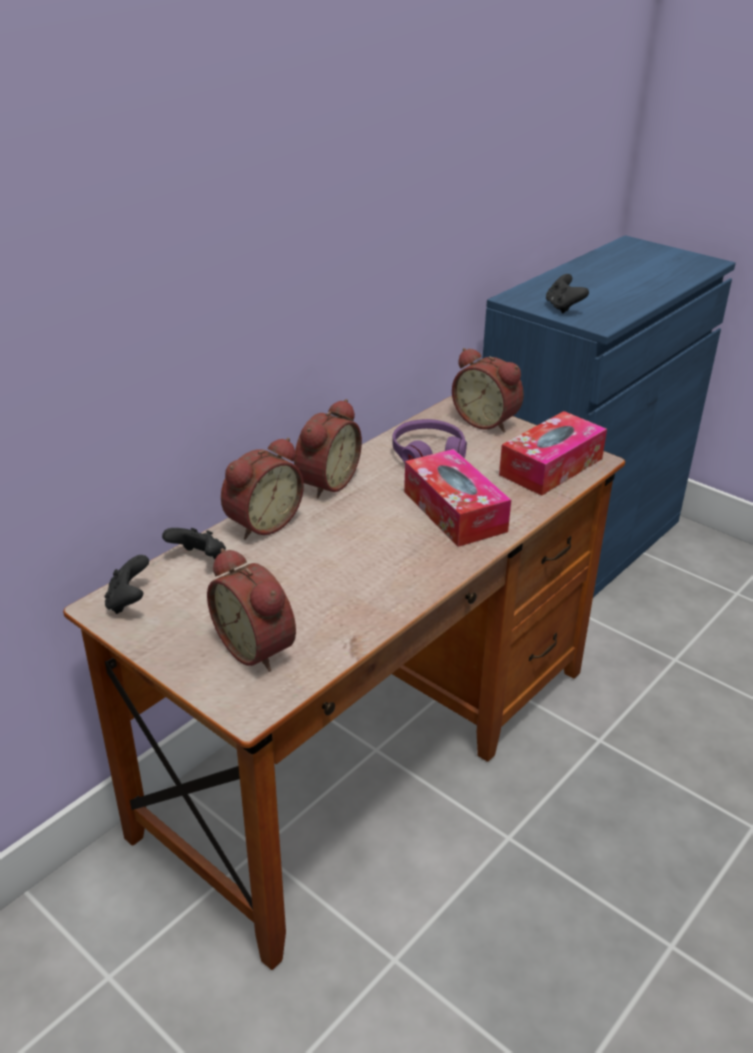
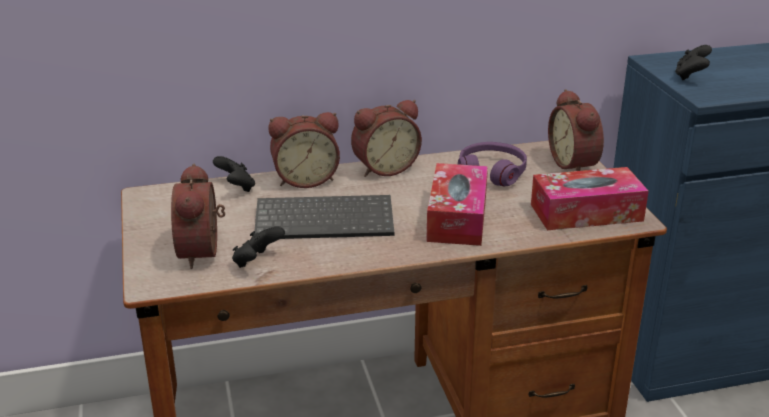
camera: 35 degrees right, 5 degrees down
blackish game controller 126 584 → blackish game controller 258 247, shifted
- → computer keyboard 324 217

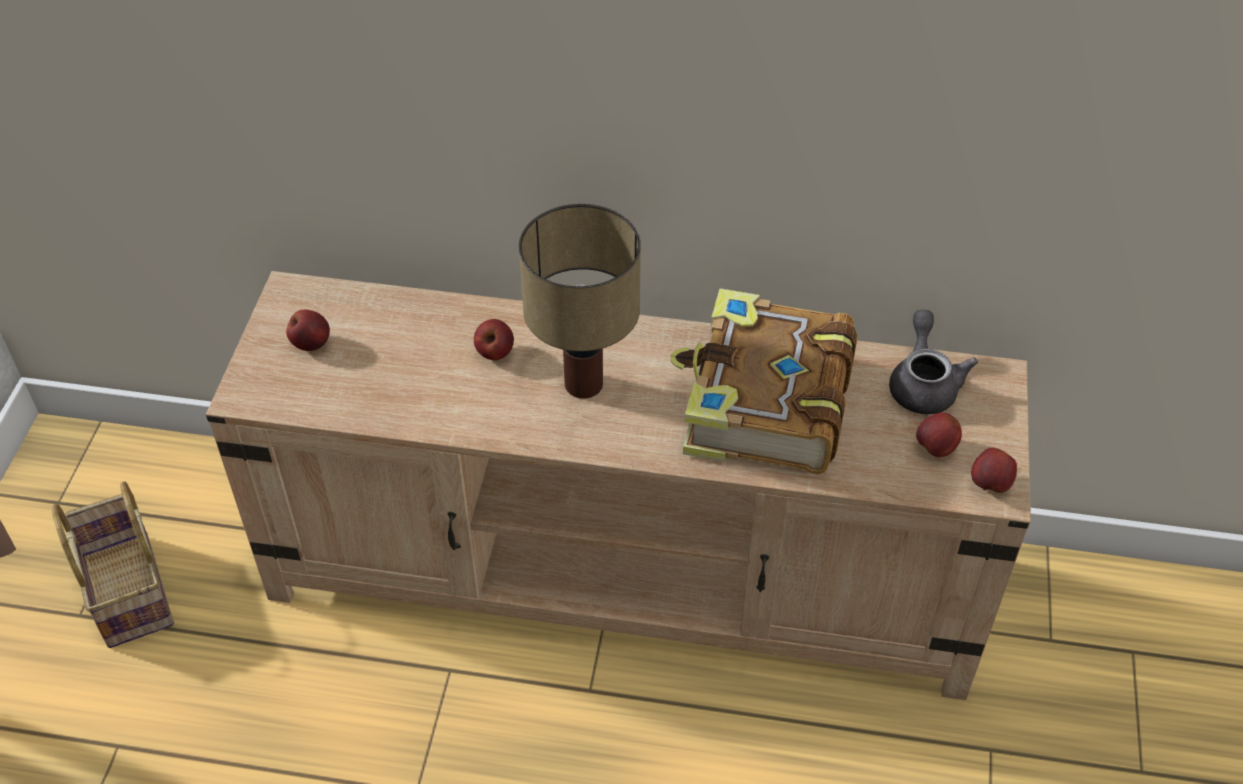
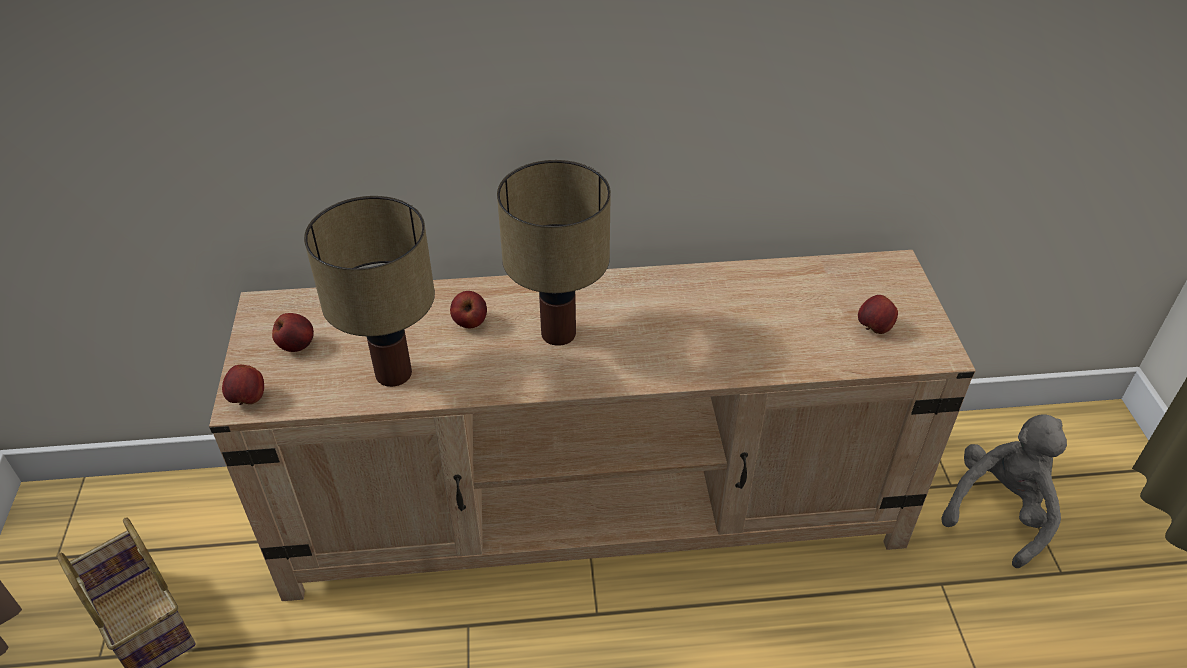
camera: 15 degrees left, 5 degrees down
book 763 381 → -
gray tea pot 933 362 → -
apple 994 470 → apple 243 384, shifted
- → table lamp 369 291
- → gray soft toy 1004 491

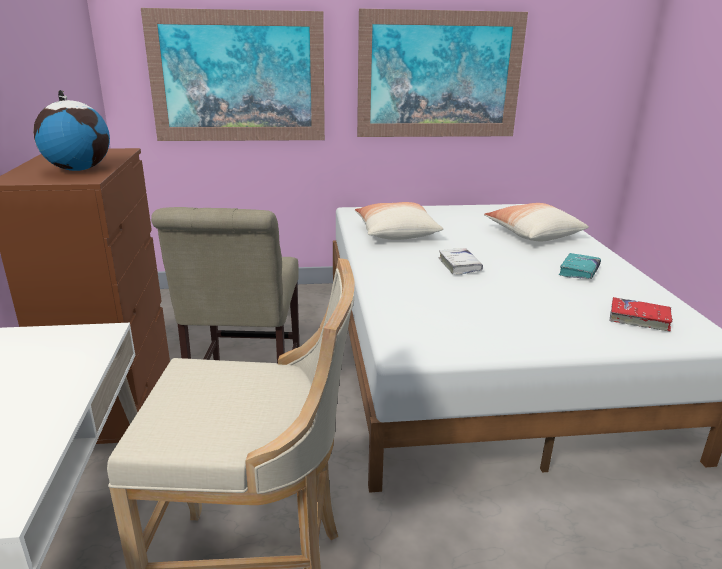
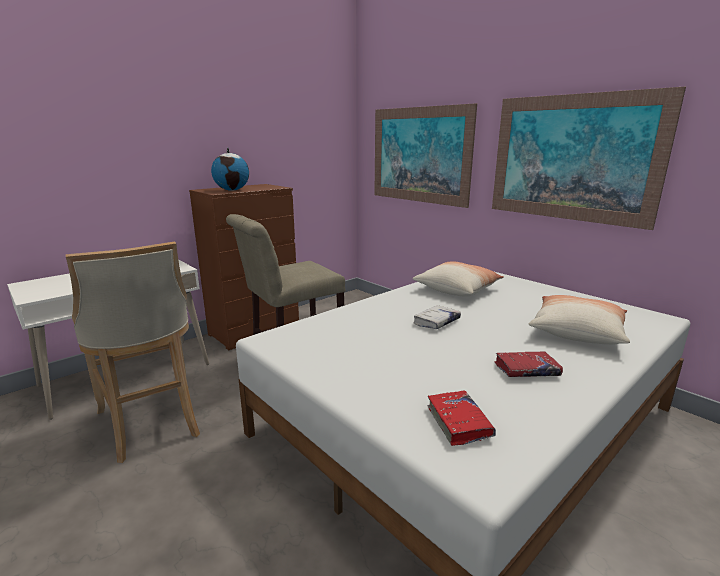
camera: 55 degrees right, 5 degrees down
turquoise-coloured book 580 266 → red-coloured book 528 364

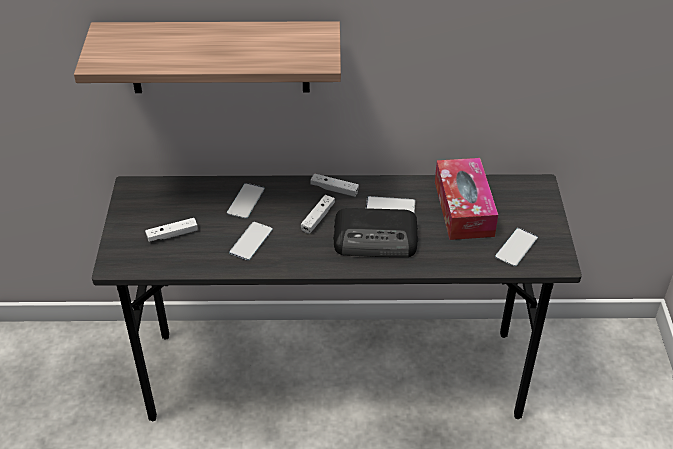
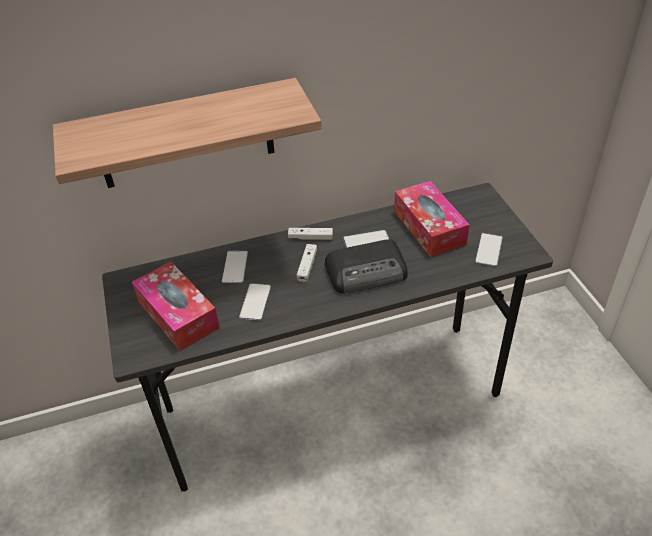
camera: 15 degrees left, 0 degrees up
white game controller 171 230 → tissue holder 176 306

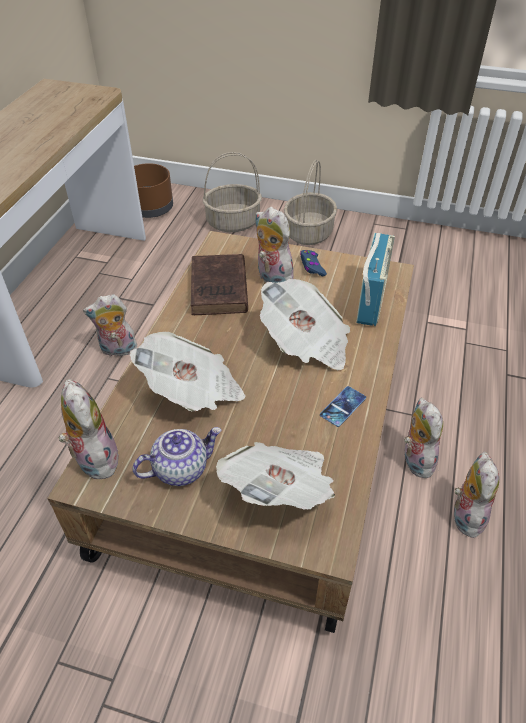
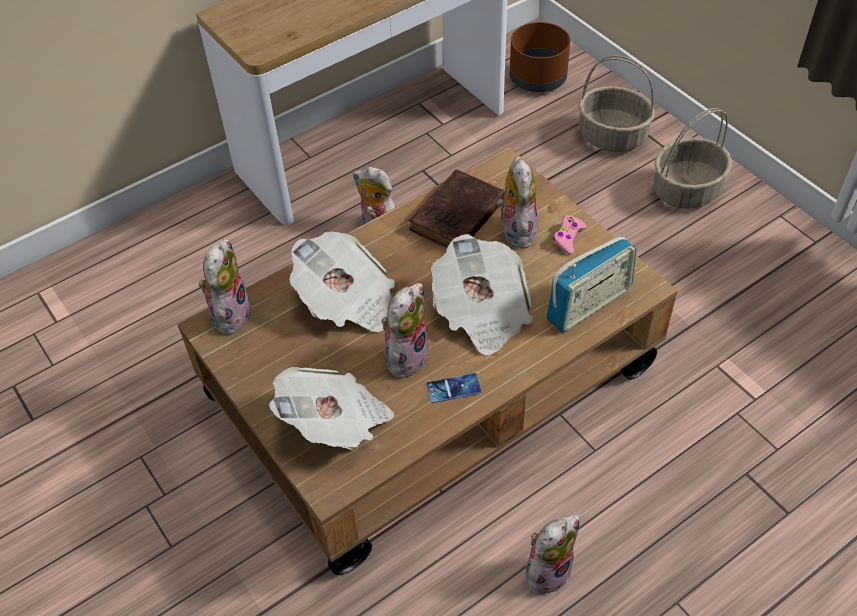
camera: 40 degrees right, 5 degrees up
tea pot 177 456 → -
blue game controller 313 263 → pink game controller 570 234
soft toy 423 438 → soft toy 405 330, shifted

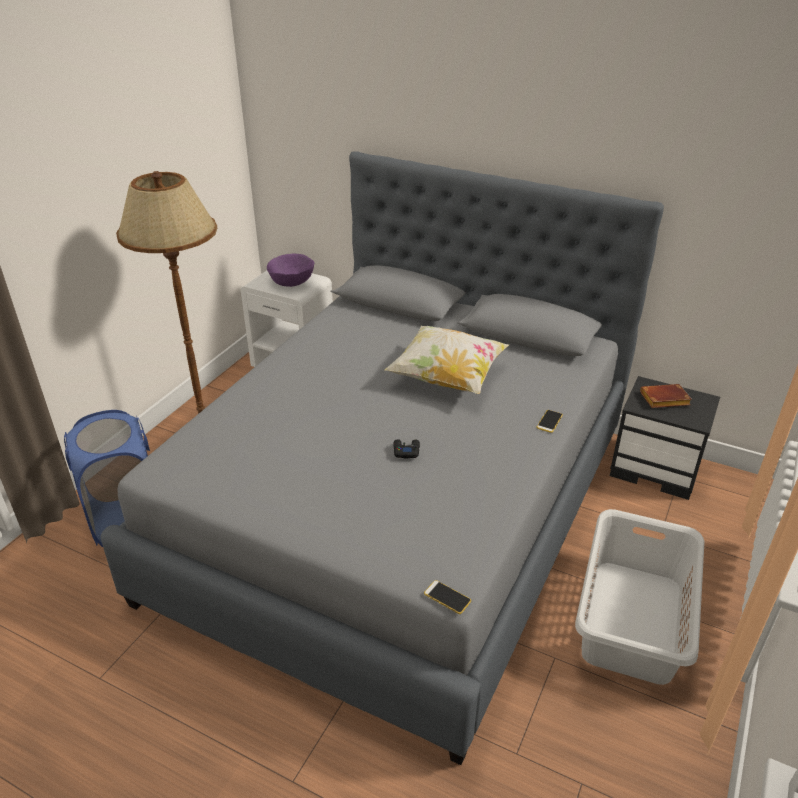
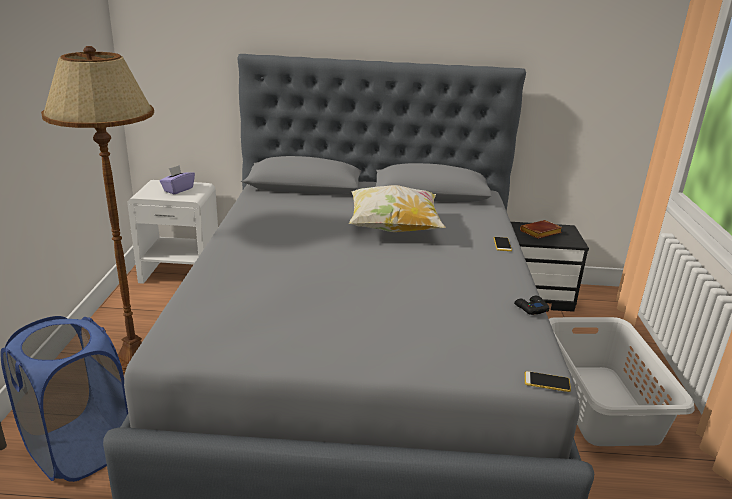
camera: 25 degrees left, 10 degrees down
purple bowl 290 270 → purple tissue holder 177 179
blackish game controller 406 449 → blackish game controller 531 305, shifted

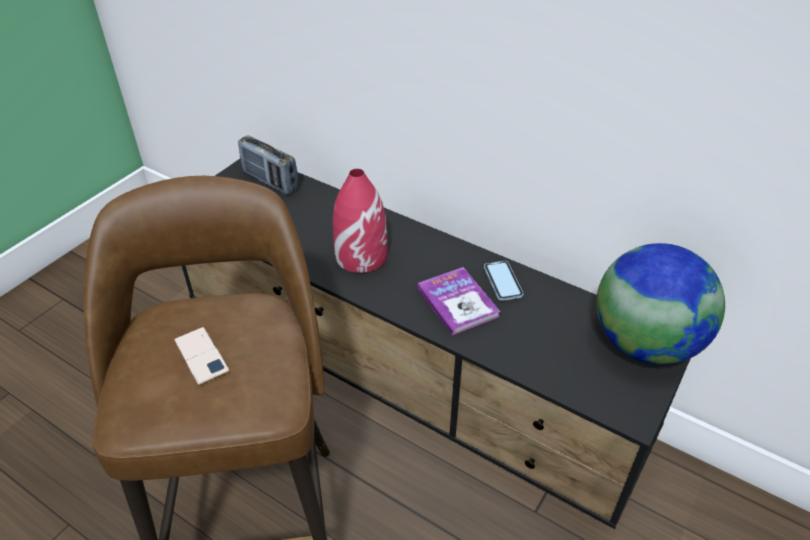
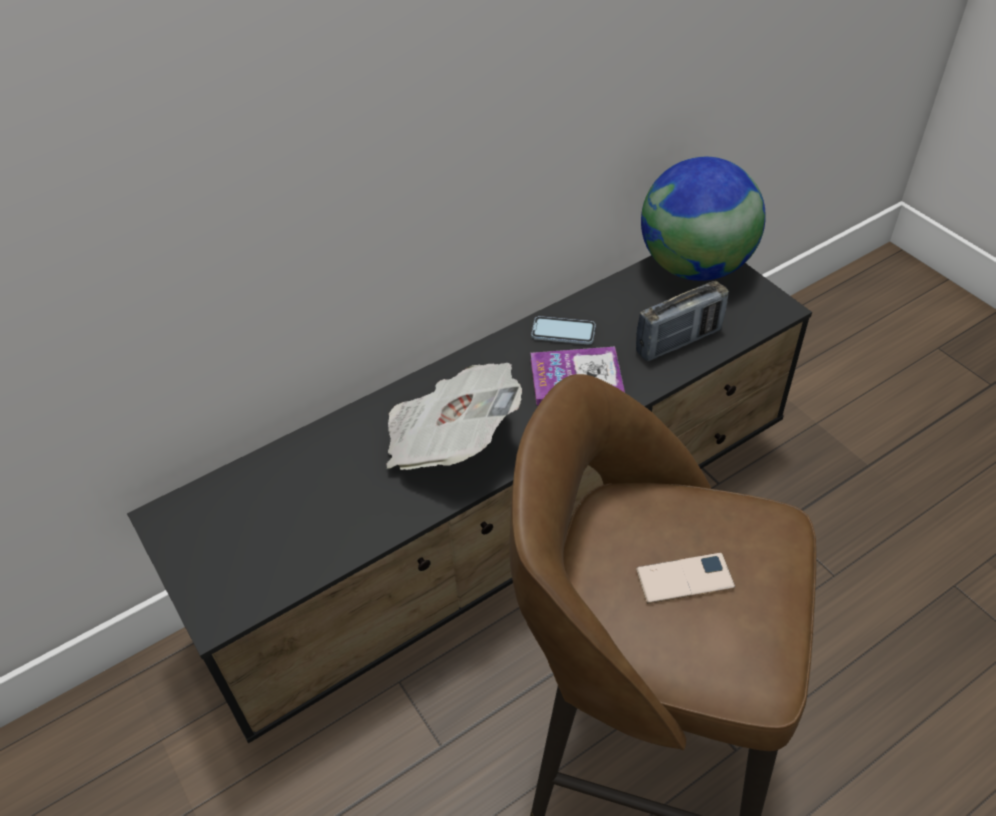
camera: 65 degrees left, 5 degrees up
radio receiver 268 165 → radio receiver 682 321, shifted
red-coloured flower vase 360 221 → daily paper 454 416

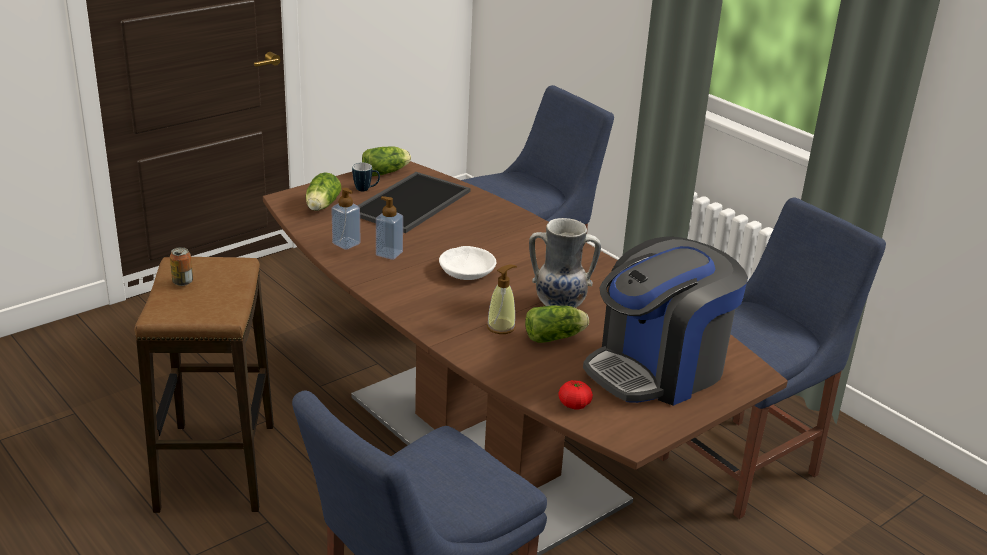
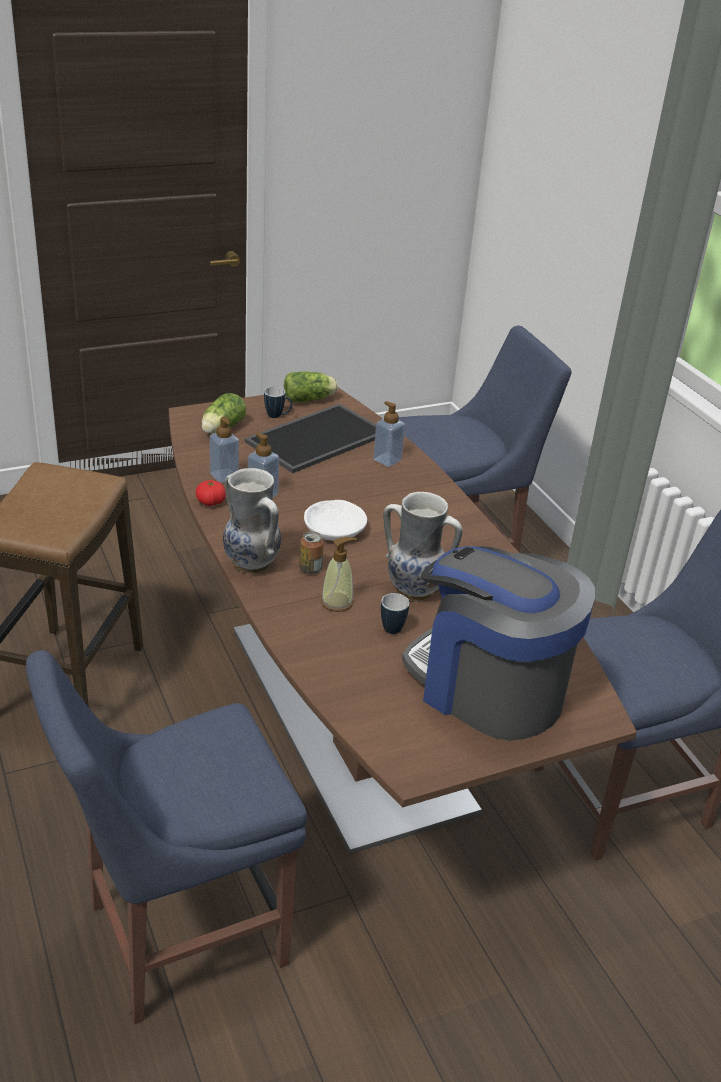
camera: 15 degrees right, 5 degrees up
can 181 266 → can 311 552, shifted
lettuce head 557 324 → mug 395 613
whole tomato 575 395 → whole tomato 211 493, shifted
coffee machine 665 321 → coffee machine 498 643, 60 degrees clockwise
- → flower vase 252 521
- → liquid soap bottle 389 434

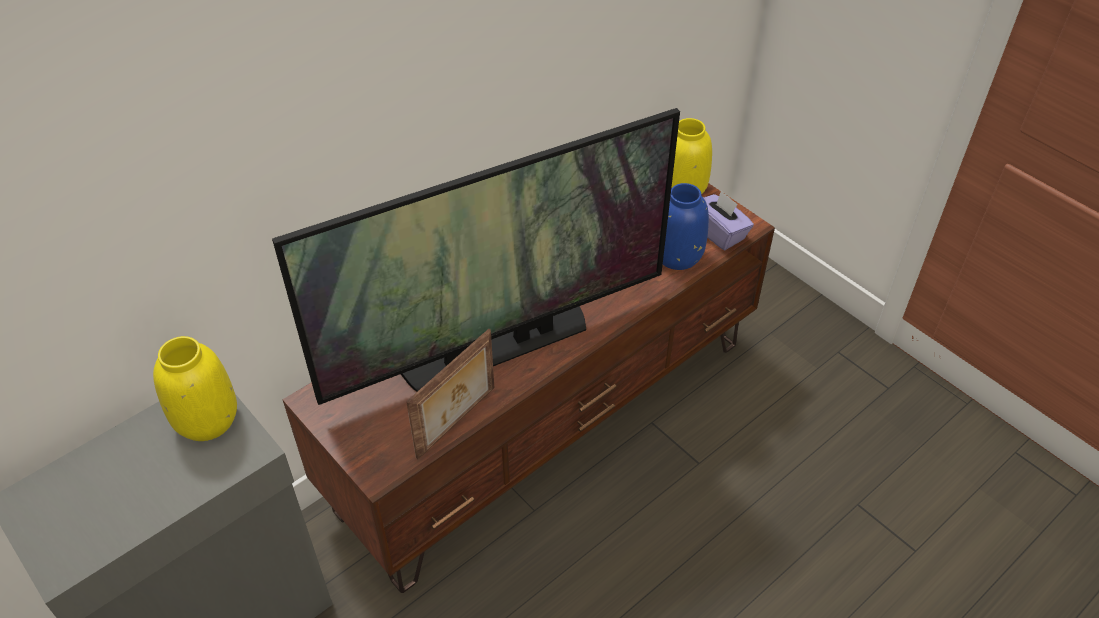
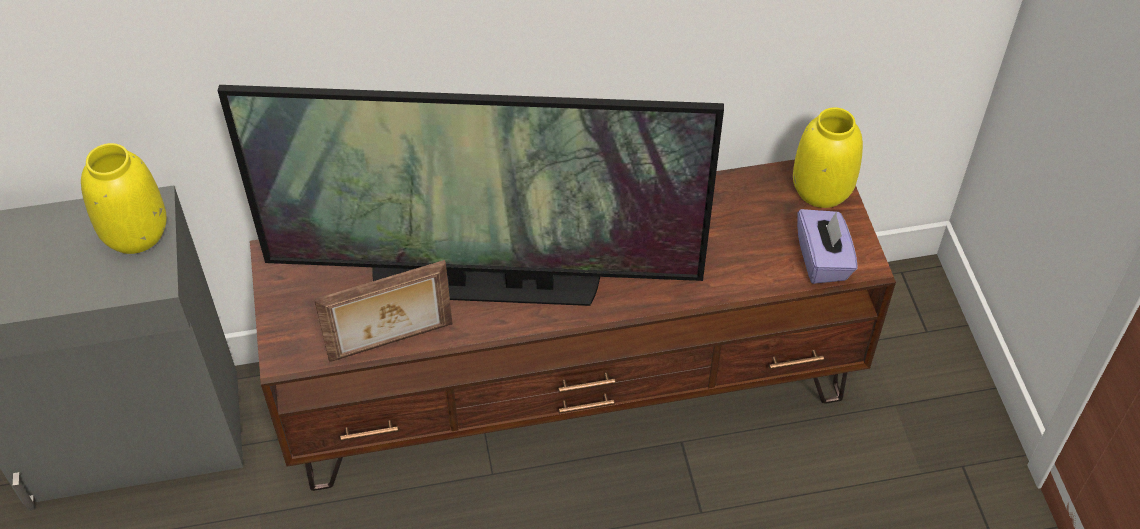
camera: 30 degrees right, 5 degrees up
blue flower vase 686 226 → -

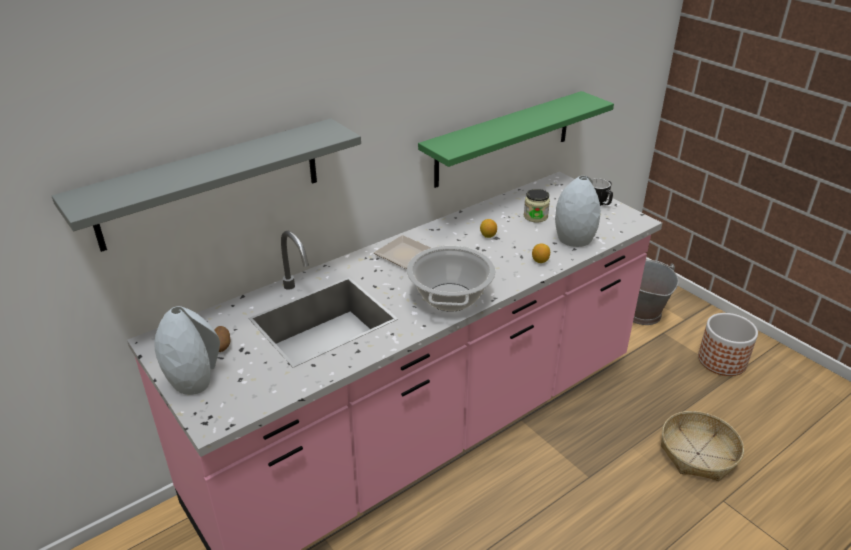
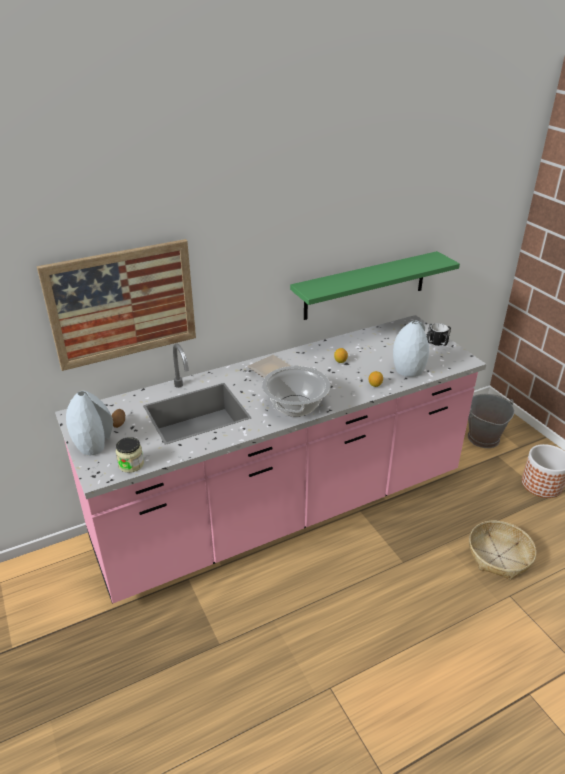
camera: 10 degrees right, 0 degrees up
gray wall shelf 206 185 → picture 116 305
storage jar 537 206 → storage jar 130 455, shifted

